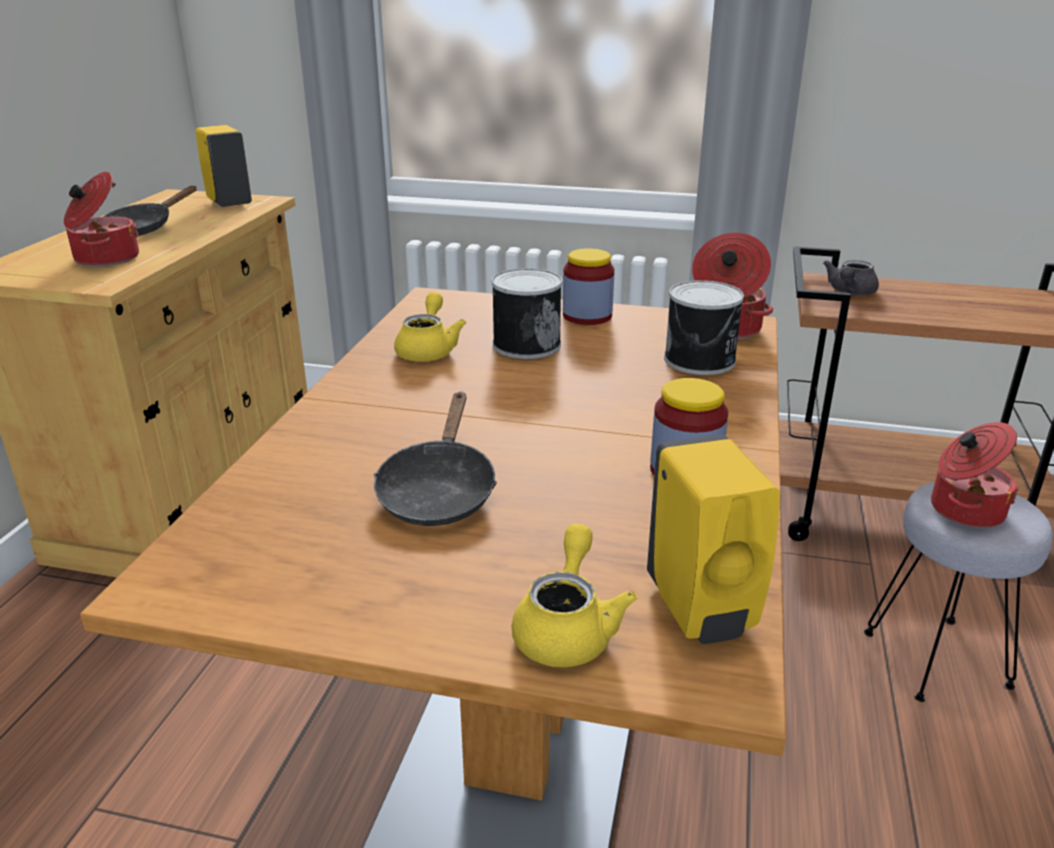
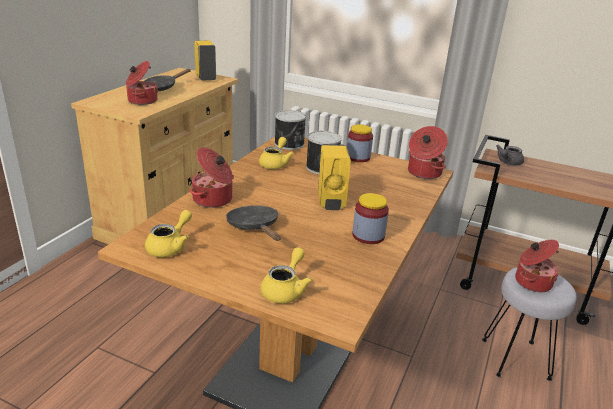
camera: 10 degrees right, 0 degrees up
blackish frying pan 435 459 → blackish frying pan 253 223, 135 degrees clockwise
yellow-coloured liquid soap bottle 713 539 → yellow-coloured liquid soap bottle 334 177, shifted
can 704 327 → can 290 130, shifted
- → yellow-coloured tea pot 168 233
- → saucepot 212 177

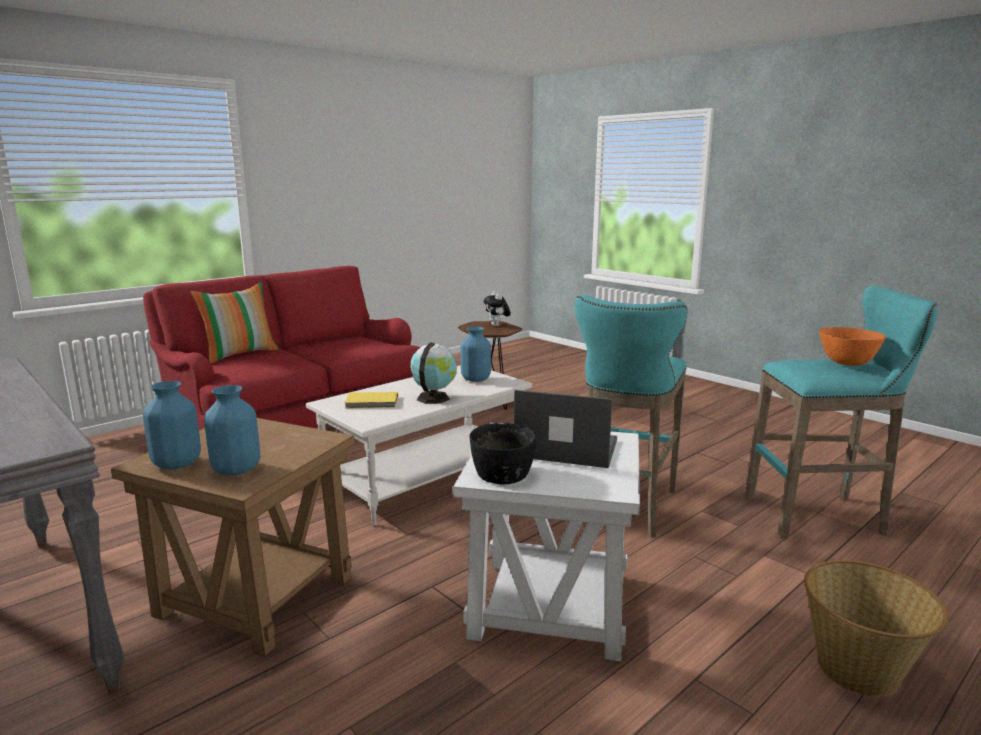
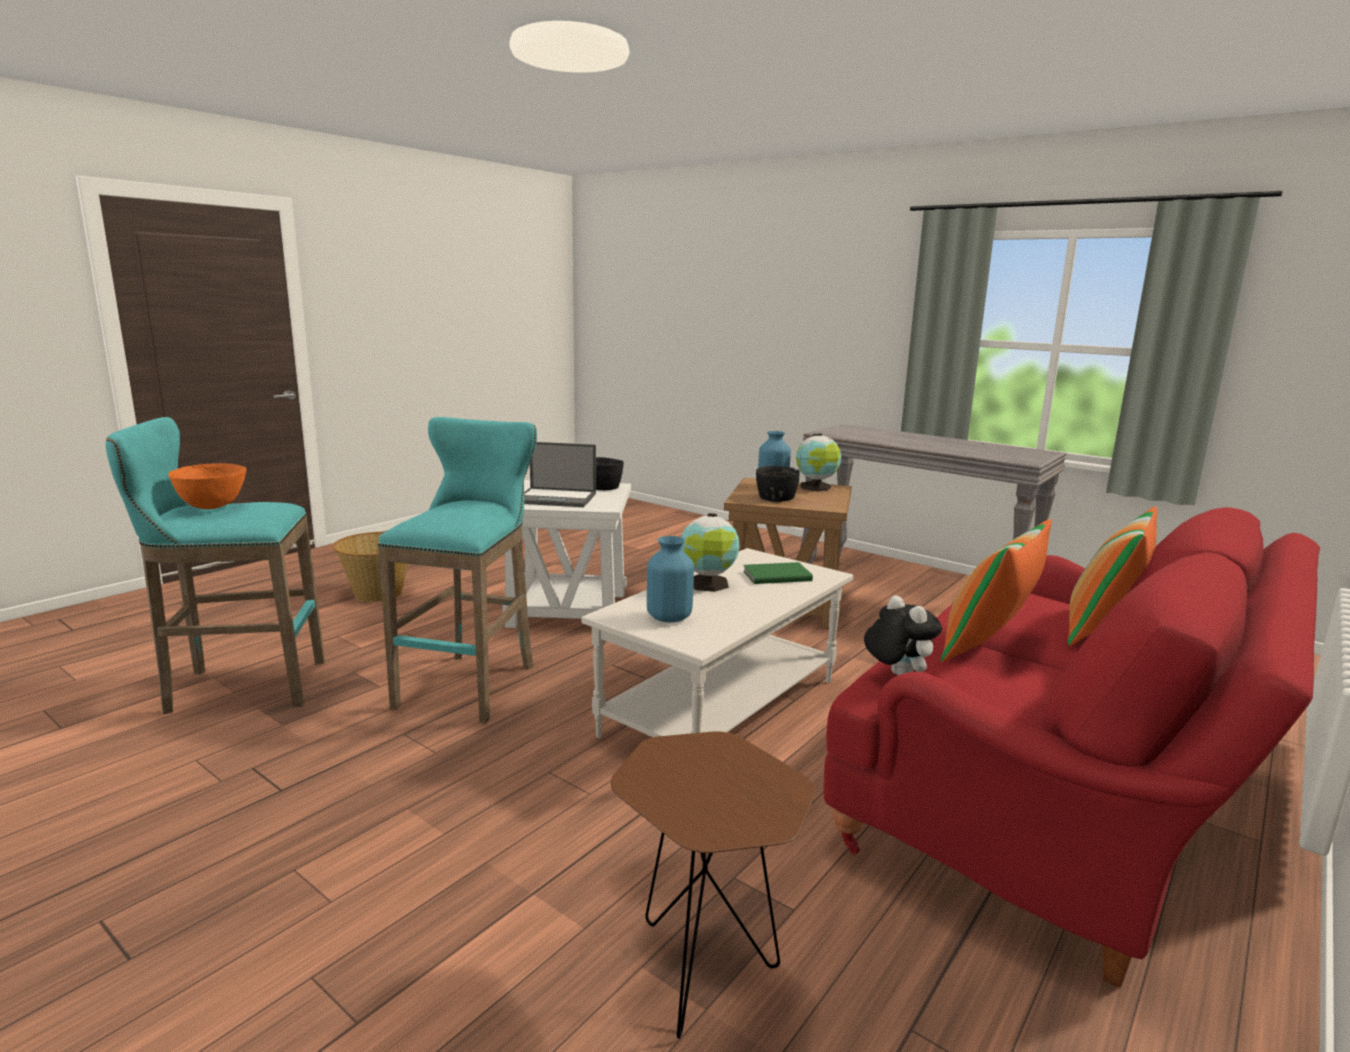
camera: 170 degrees right, 0 degrees up
blue flower vase 172 425 → world globe 818 462
yellow-coloured book 371 400 → greenish book 778 573
soft toy 497 309 → soft toy 903 635, shifted
- → blackish bowl 778 484
- → cushion 996 591

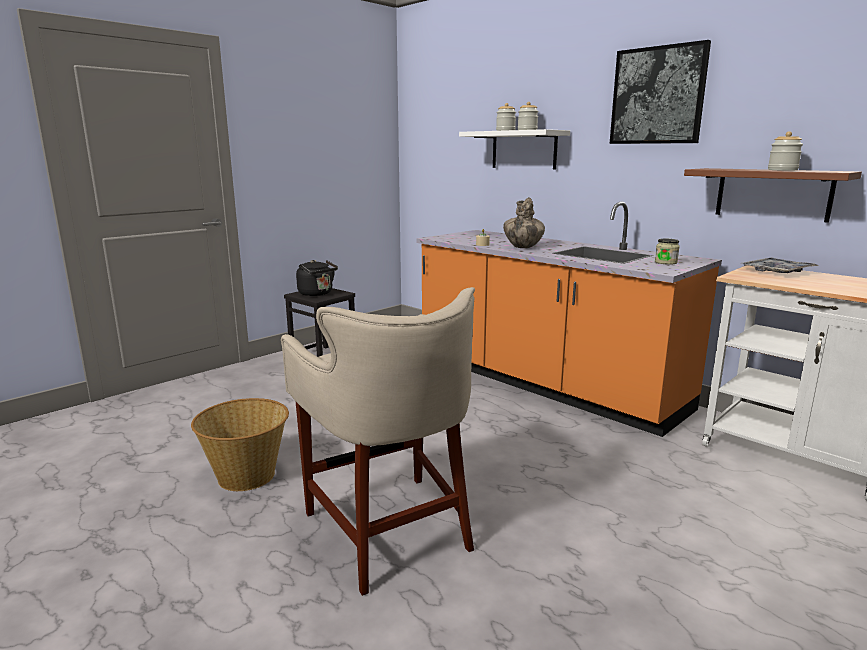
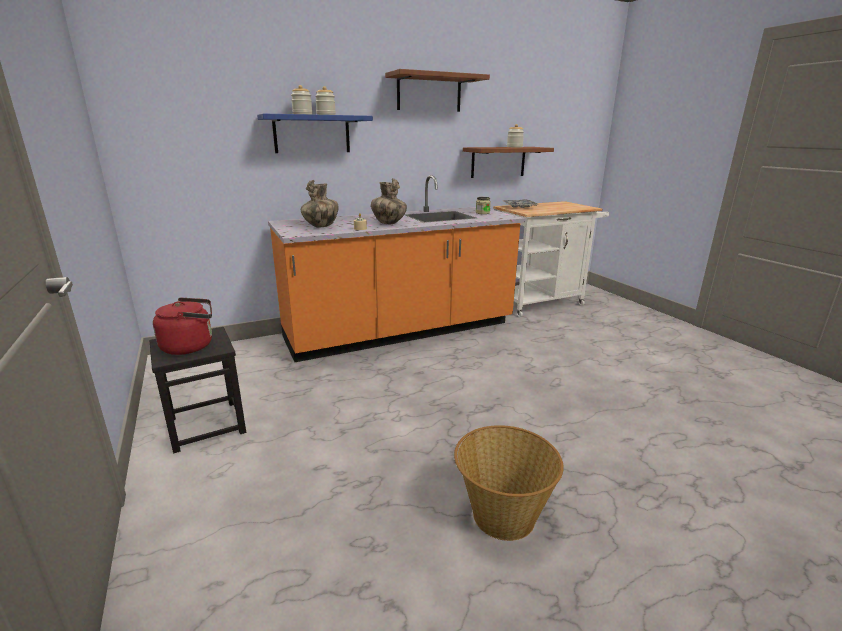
camera: 70 degrees left, 5 degrees up
beige stool seat 378 441 → -
blackish tea kettle 317 278 → red-coloured tea kettle 182 326
white wall shelf 514 149 → blue wall shelf 315 133
picture 660 92 → brown-coloured wall shelf 437 90
- → flower vase 320 204

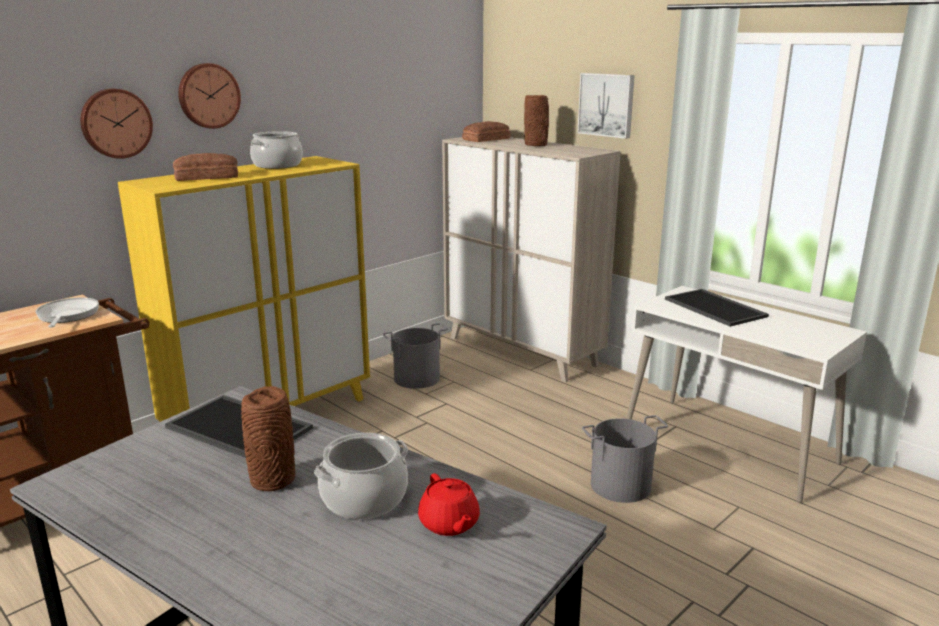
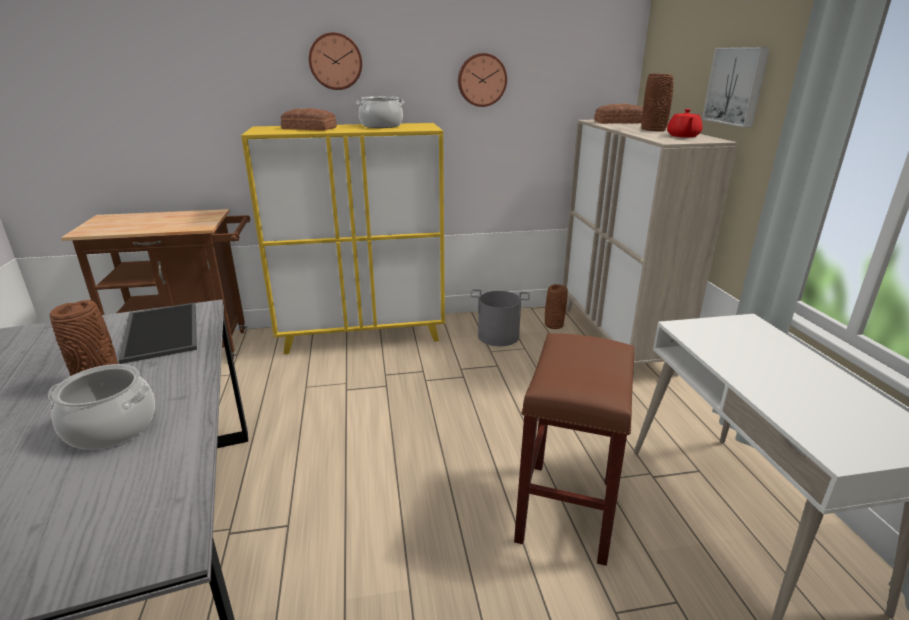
camera: 35 degrees right, 5 degrees up
frying pan 67 312 → -
hanging clock 116 124 → hanging clock 482 80, shifted
red-coloured tea pot 449 504 → red-coloured tea pot 685 123, shifted
gray pail 625 459 → brown-coloured stool seat 574 449
tray 717 308 → -
- → brown-coloured flower vase 556 306

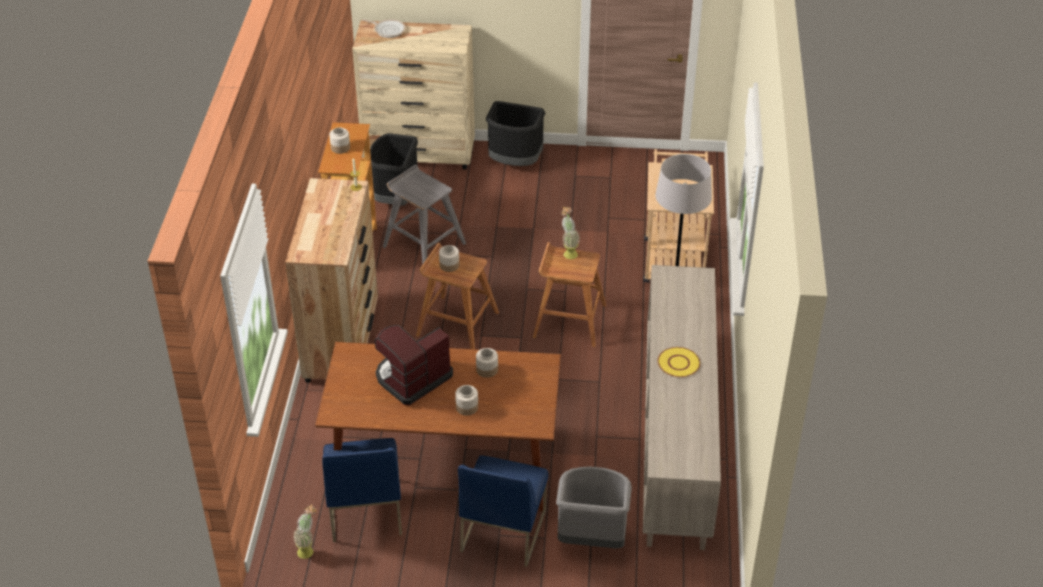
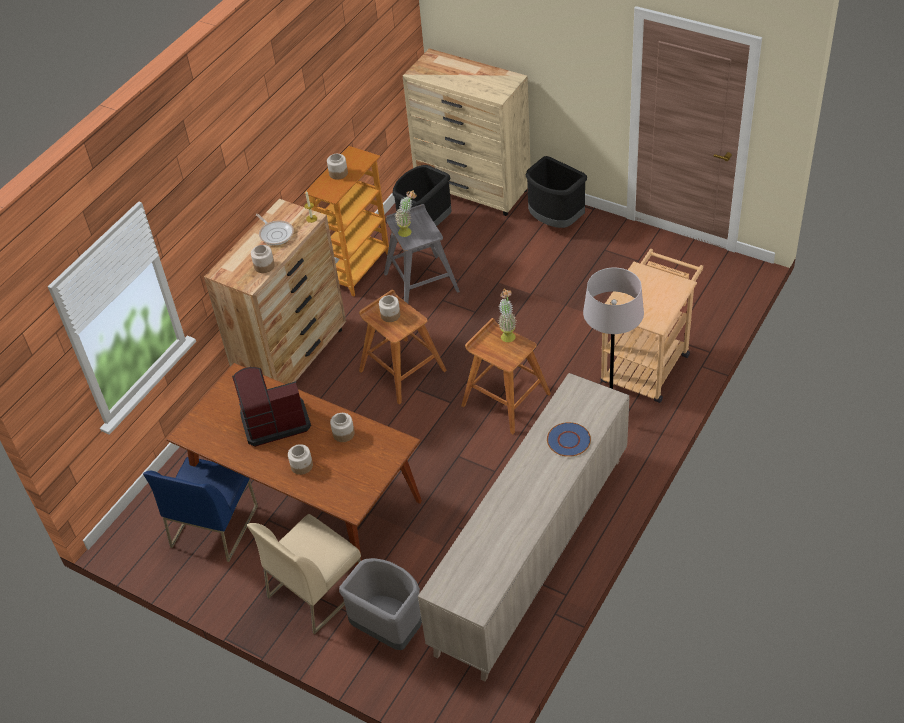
camera: 30 degrees right, 5 degrees up
houseplant 305 531 → houseplant 406 213, shifted
frying pan 383 28 → frying pan 275 229, shifted
blue chair 503 511 → beige chair 304 574
yellow-coloured dinner plate 679 362 → -
- → storage jar 263 259
- → blue dinner plate 569 439

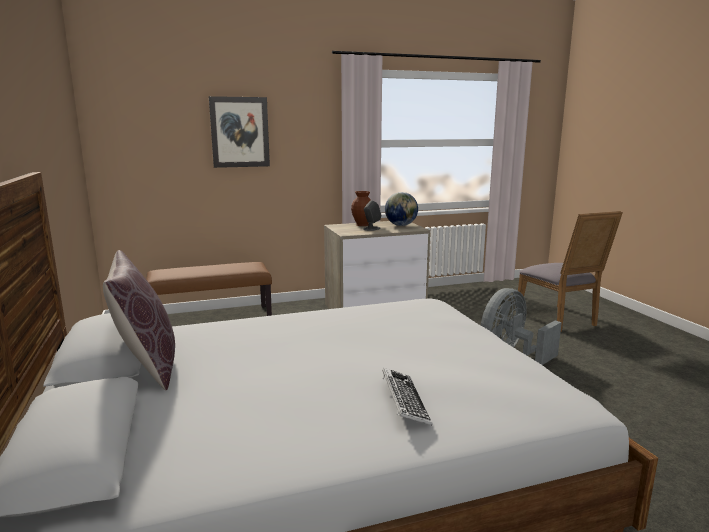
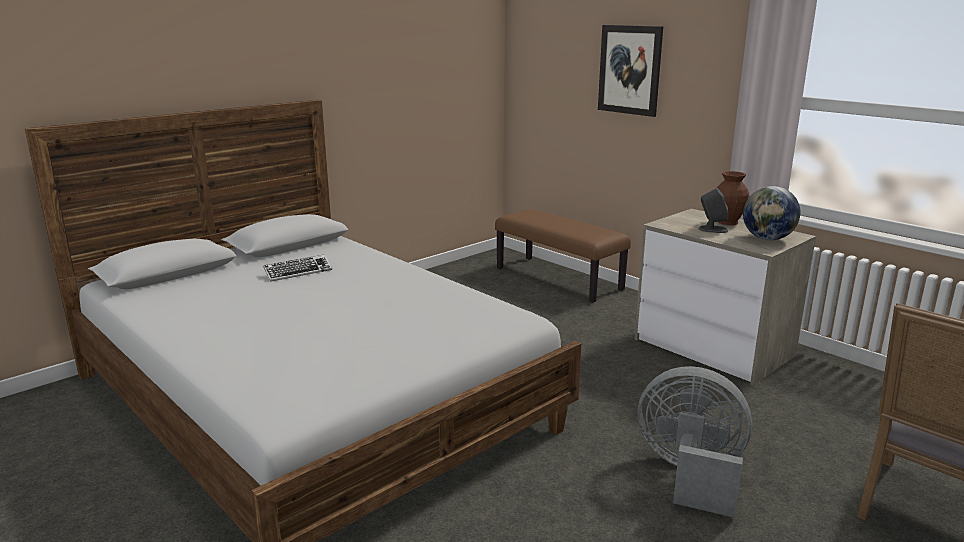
camera: 65 degrees right, 5 degrees up
brown-coloured cushion 139 320 → -
computer keyboard 407 396 → computer keyboard 297 268, shifted

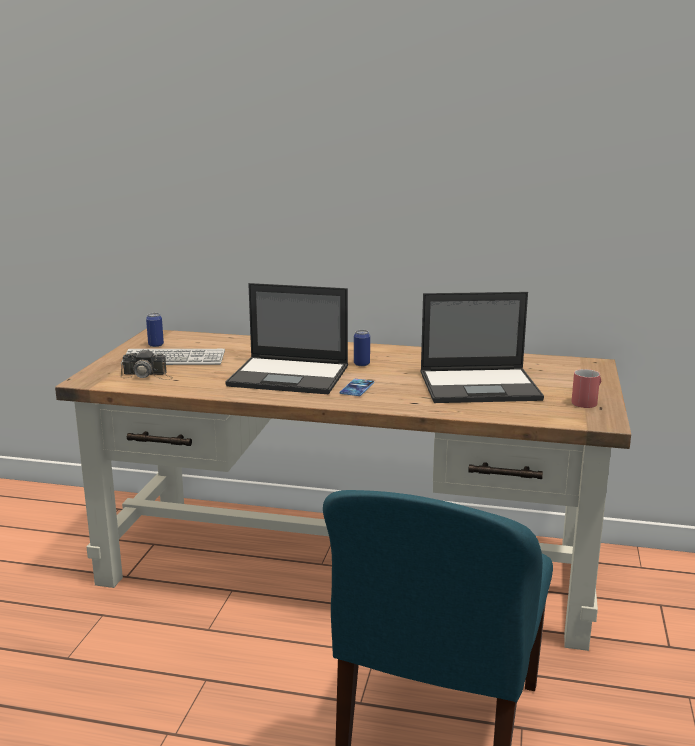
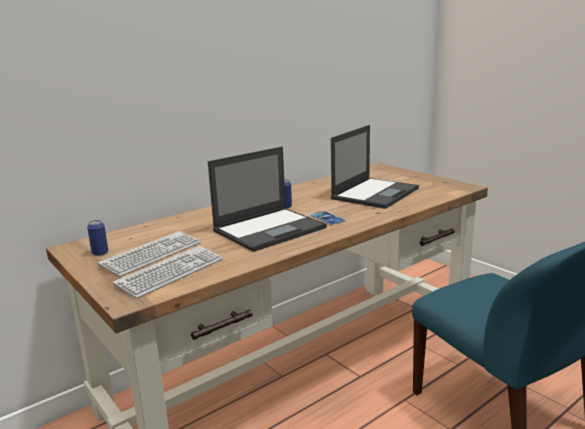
camera: 50 degrees left, 0 degrees up
photo camera 146 364 → computer keyboard 168 272
red-coloured mug 586 388 → -

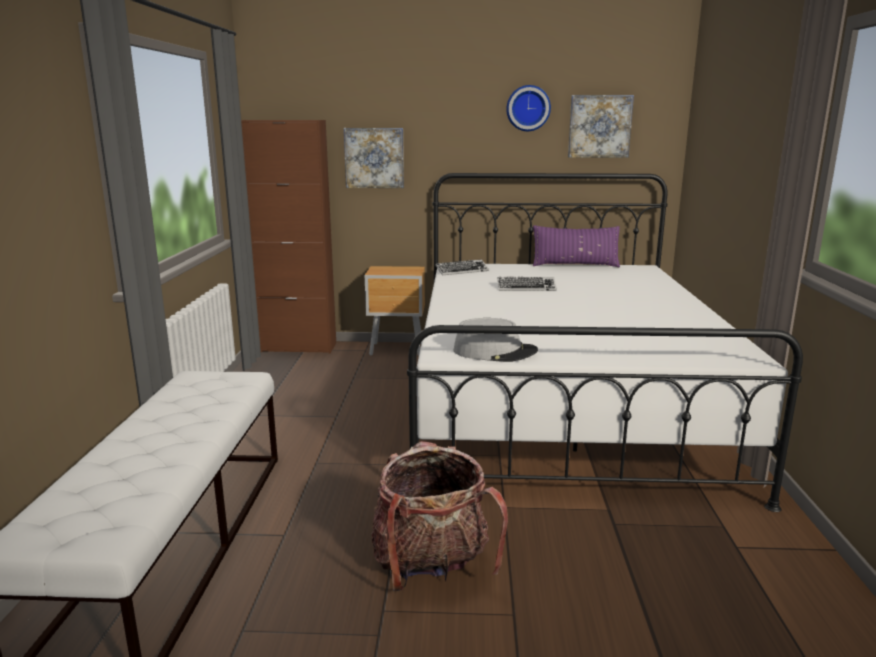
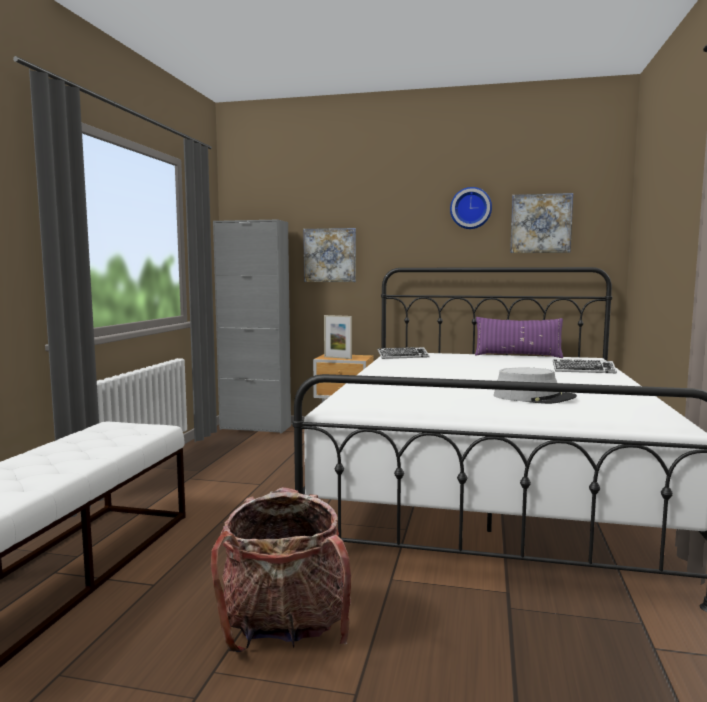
camera: 10 degrees right, 10 degrees down
brown-coloured storage cabinet 288 236 → gray storage cabinet 252 326
gray clothing hat 495 340 → gray clothing hat 535 386, shifted
computer keyboard 527 284 → computer keyboard 585 366, shifted
- → photo frame 338 337

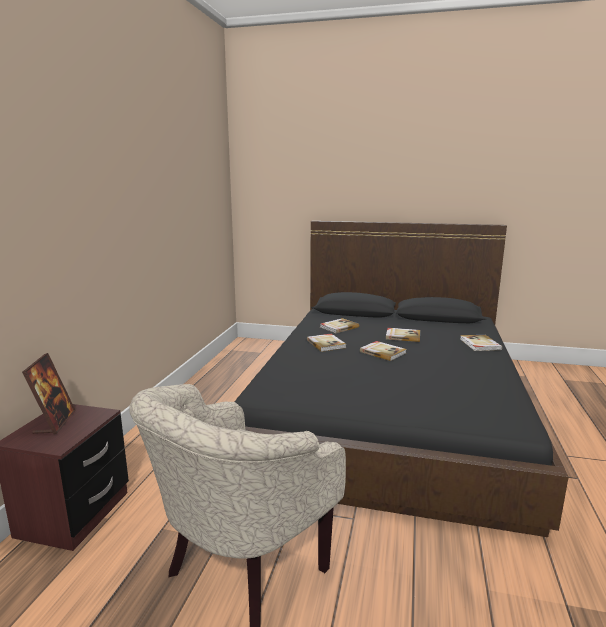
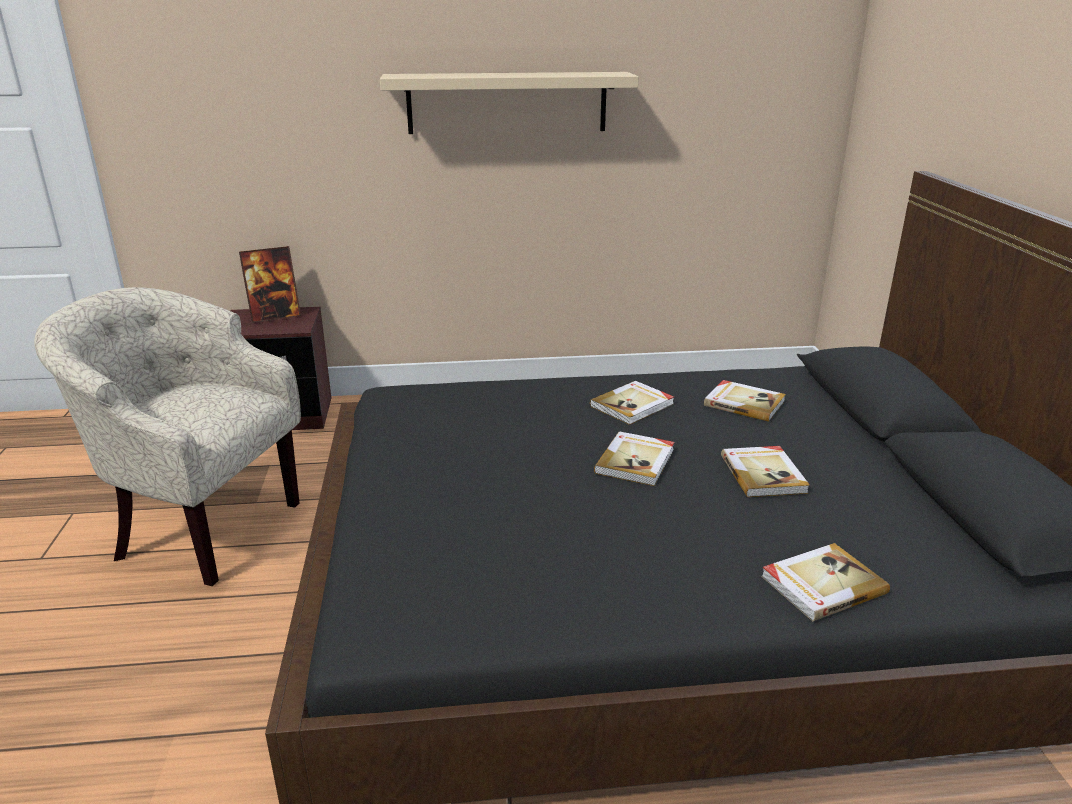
camera: 70 degrees right, 10 degrees up
- → beige wall shelf 509 103

